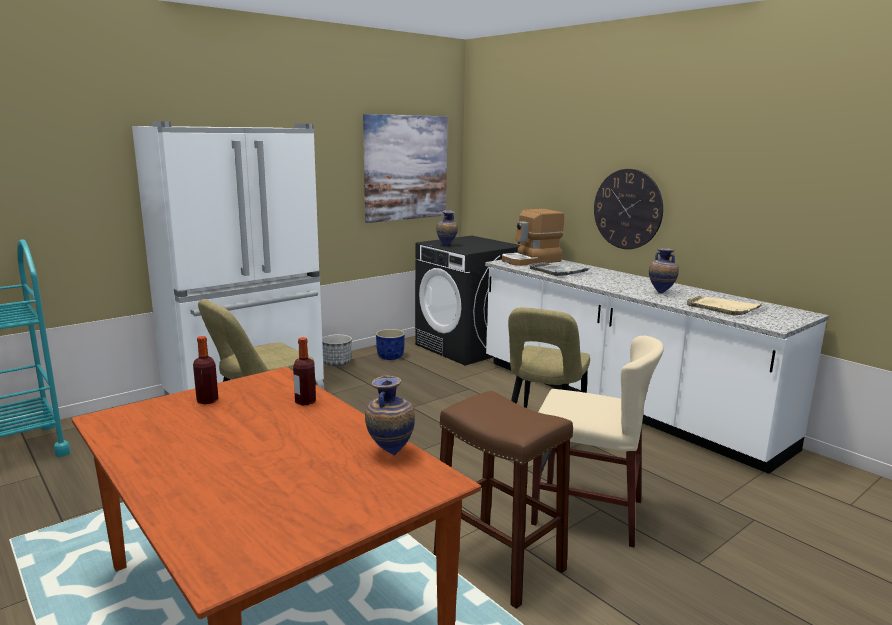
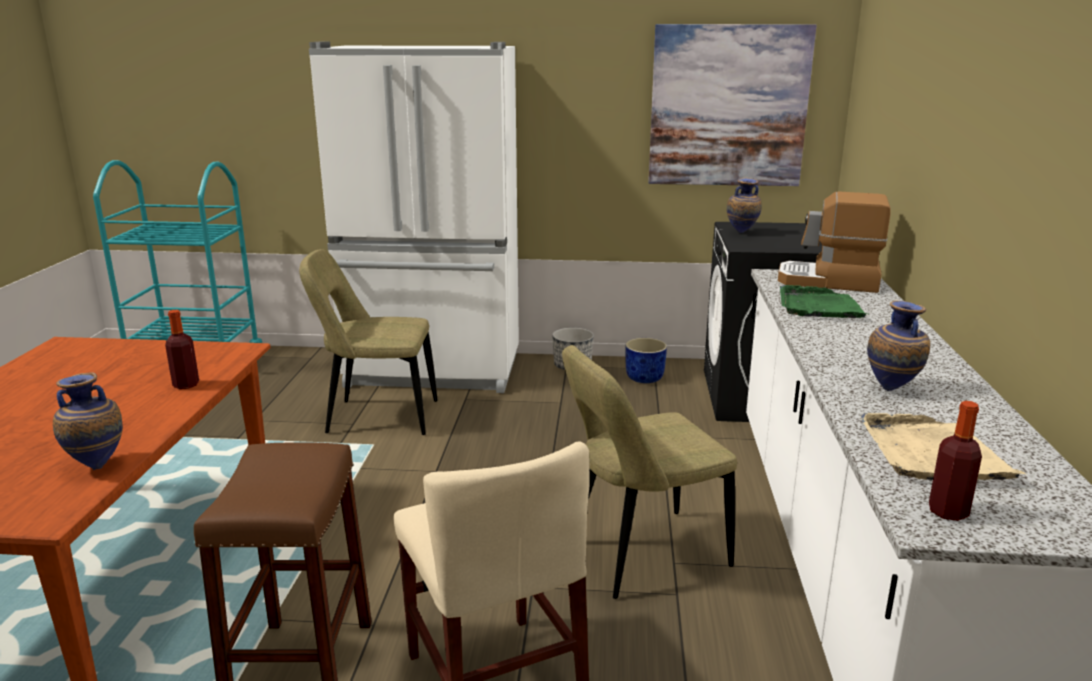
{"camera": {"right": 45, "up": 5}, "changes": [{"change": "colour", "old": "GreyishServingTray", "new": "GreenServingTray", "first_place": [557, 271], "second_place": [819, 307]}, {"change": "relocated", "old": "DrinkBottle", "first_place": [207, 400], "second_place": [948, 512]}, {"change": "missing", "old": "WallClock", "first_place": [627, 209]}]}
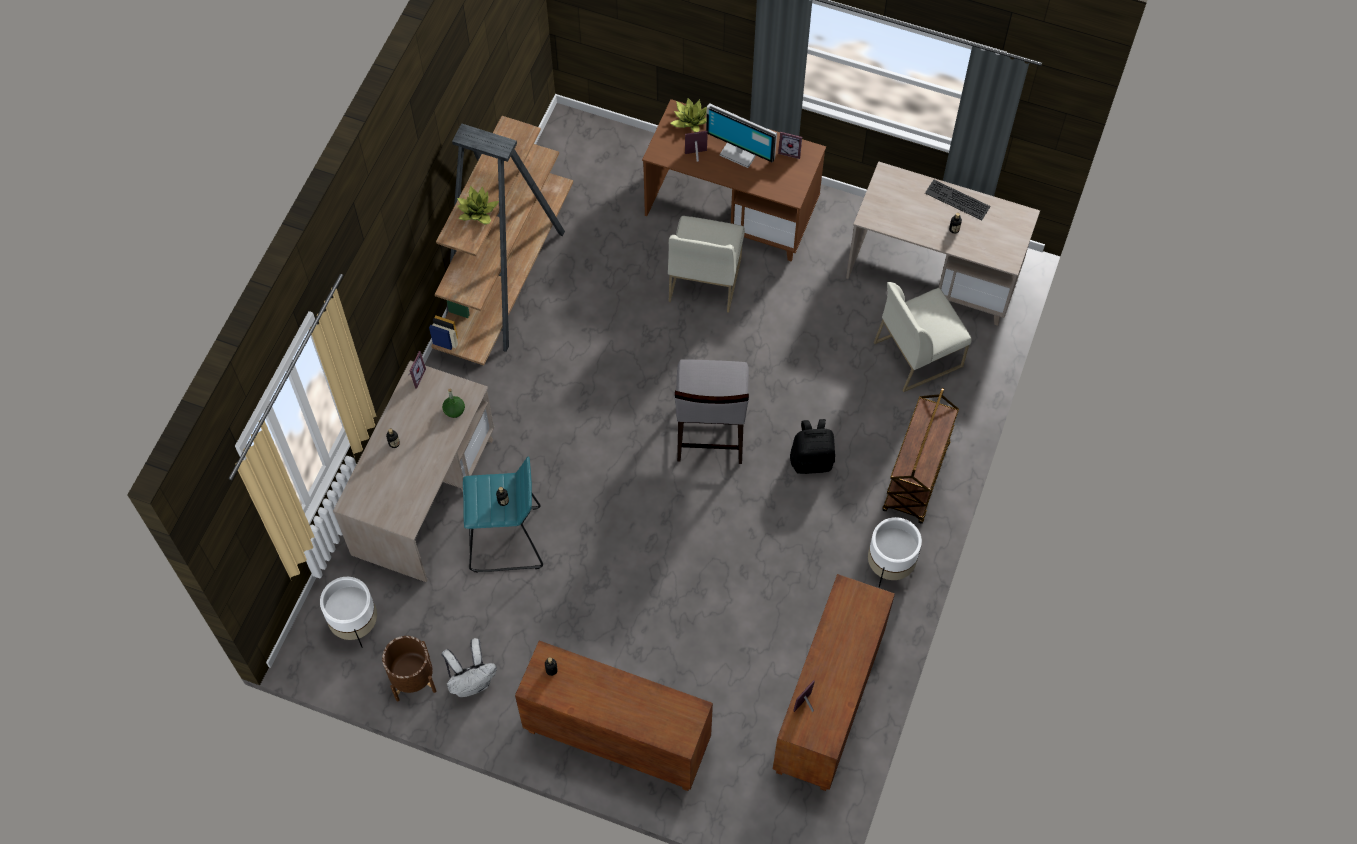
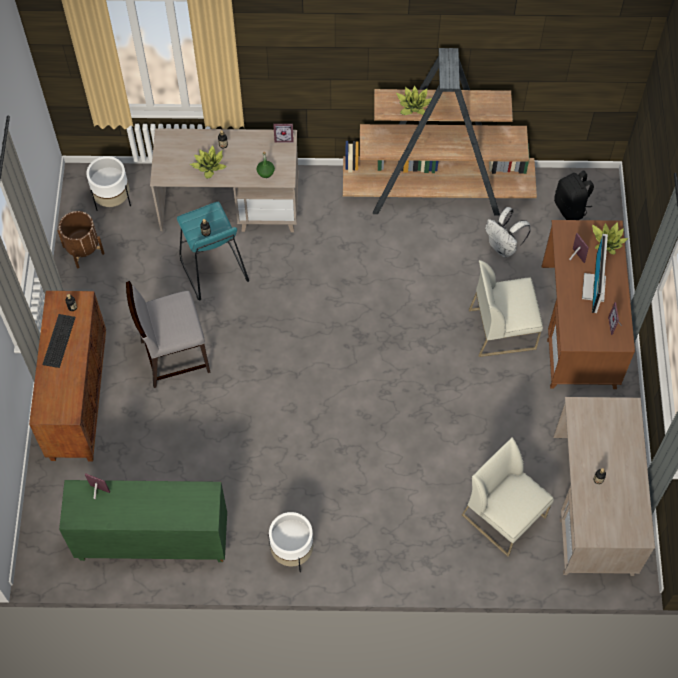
{"camera": {"right": 70, "up": 0}, "changes": [{"change": "relocated", "old": "PcKeyboard", "first_place": [956, 200], "second_place": [58, 340]}, {"change": "colour", "old": "BrownishStorageCabinet", "new": "GreenStorageCabinet", "first_place": [828, 706], "second_place": [152, 541]}, {"change": "relocated", "old": "GreyishChair", "first_place": [710, 433], "second_place": [174, 356]}, {"change": "appeared", "new": "PlantInAPot", "second_place": [209, 167]}, {"change": "relocated", "old": "WhitishKnapsack", "first_place": [472, 682], "second_place": [504, 247]}, {"change": "relocated", "old": "BlackColouredKnapsack", "first_place": [812, 460], "second_place": [571, 208]}, {"change": "missing", "old": "BrownishTrolley", "first_place": [916, 478]}]}
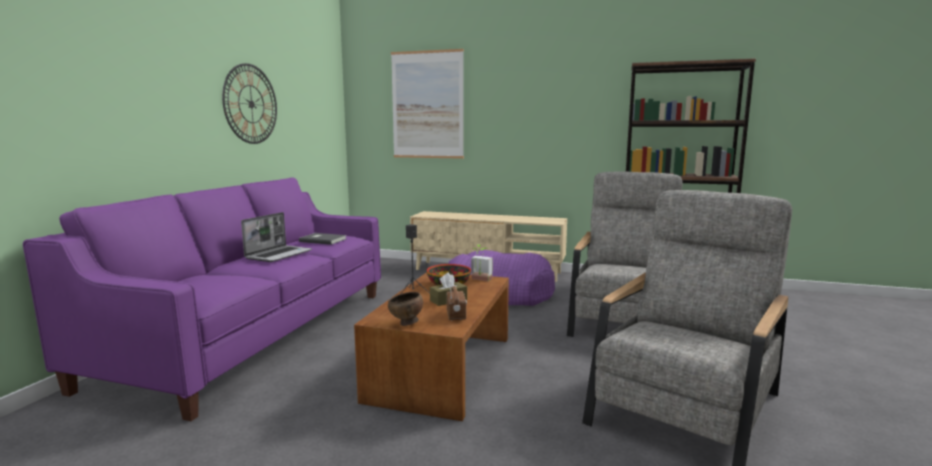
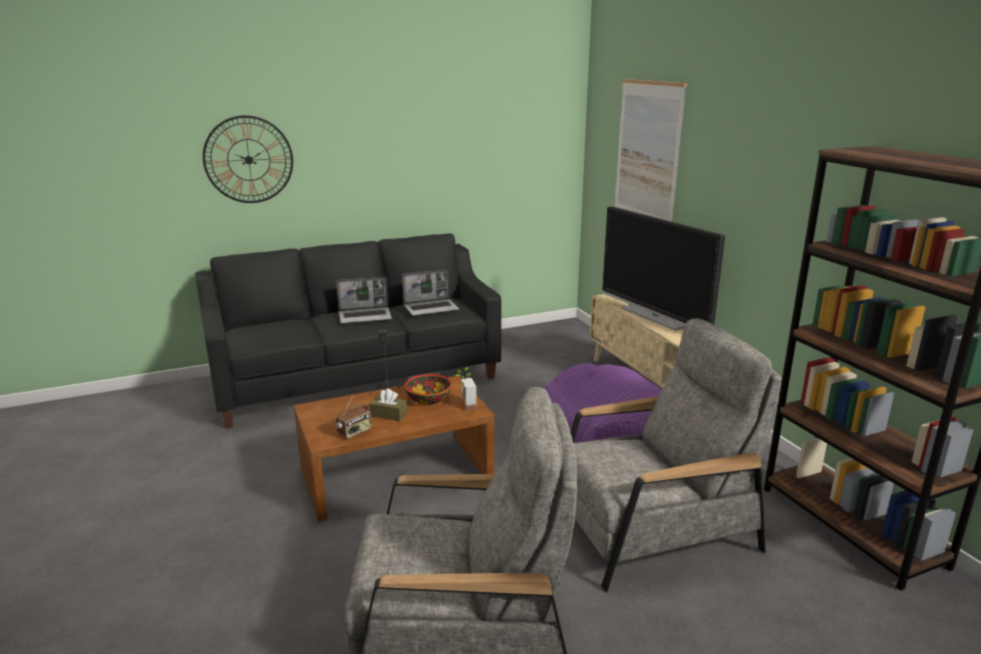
{"camera": {"right": 50, "up": 10}, "changes": [{"change": "colour", "old": "PurplishSettee", "new": "BlackColouredSettee", "first_place": [255, 334], "second_place": [357, 378]}, {"change": "relocated", "old": "WallClock", "first_place": [251, 104], "second_place": [249, 160]}, {"change": "exchanged", "old": "GreyishBook", "new": "Laptop", "first_place": [323, 240], "second_place": [431, 308]}, {"change": "appeared", "new": "Tv", "second_place": [655, 316]}, {"change": "missing", "old": "BrownishServingBowl", "first_place": [406, 324]}]}
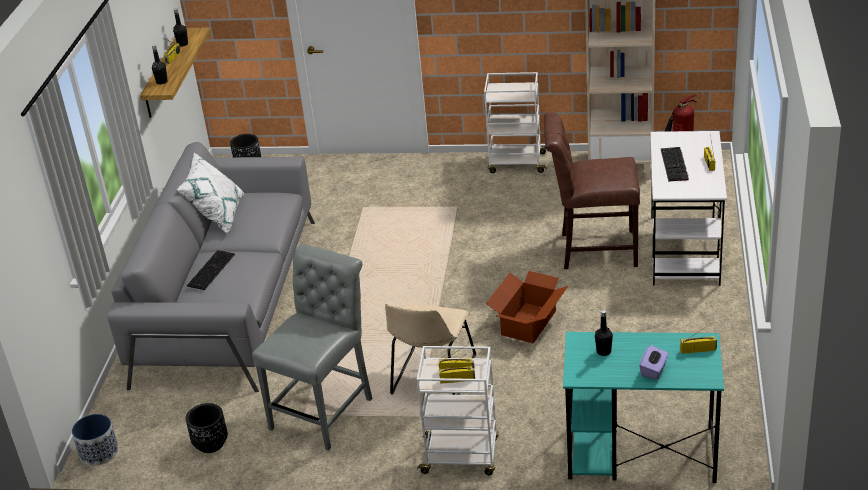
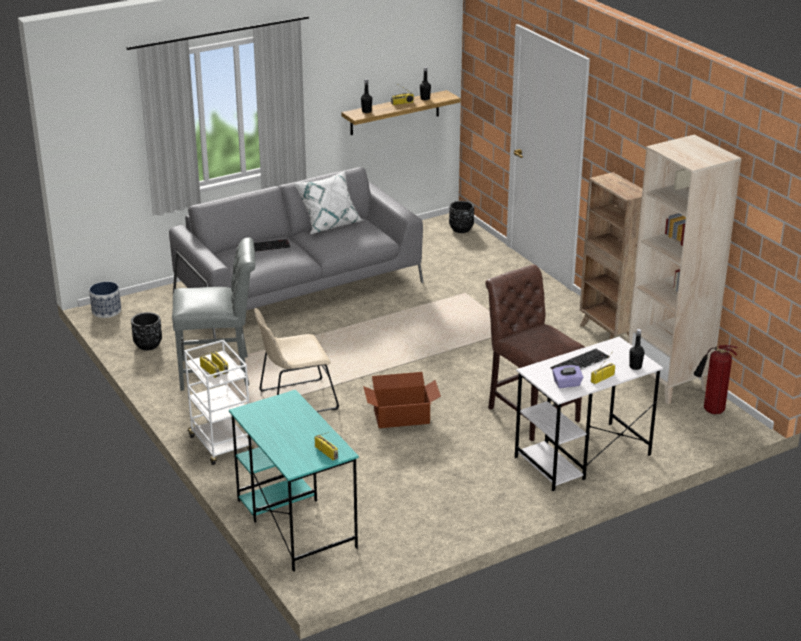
{"camera": {"right": 50, "up": -5}, "changes": [{"change": "relocated", "old": "PurplishTissueHolder", "first_place": [654, 370], "second_place": [567, 384]}, {"change": "exchanged", "old": "WhitishTrolley", "new": "BrownishShelvingUnit", "first_place": [516, 163], "second_place": [607, 333]}, {"change": "relocated", "old": "BlackColouredDrinkBottle", "first_place": [603, 351], "second_place": [635, 367]}]}
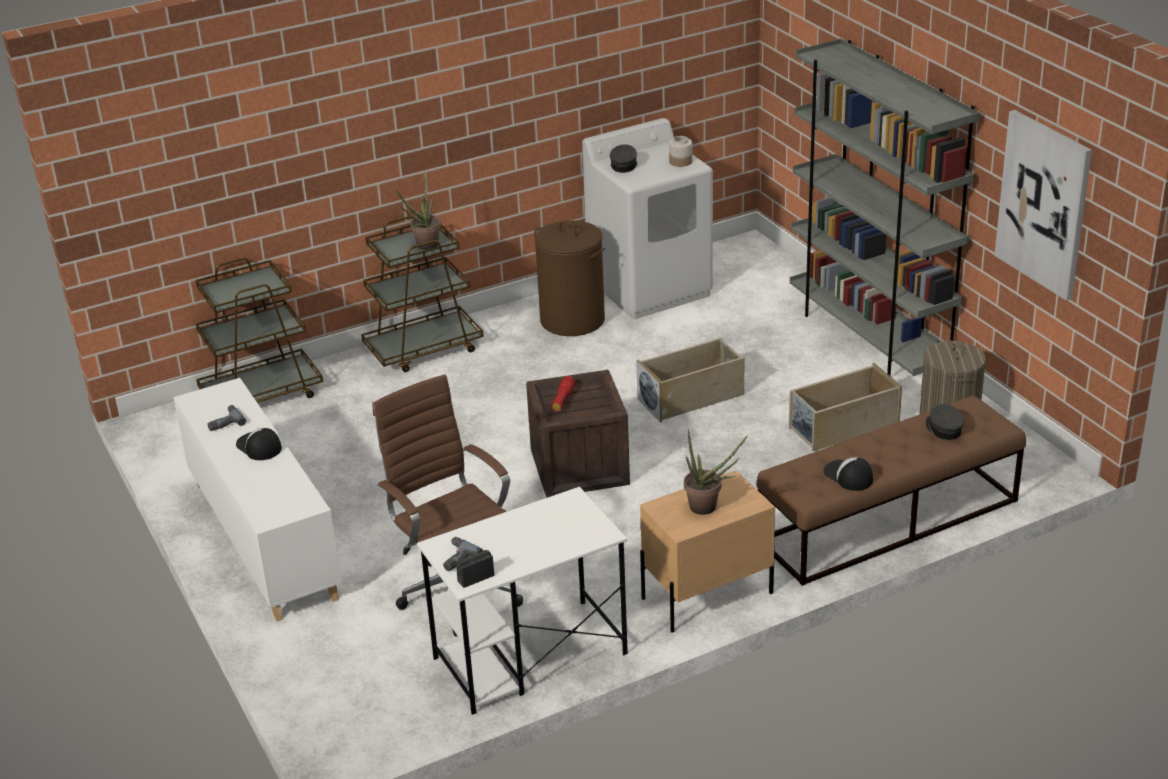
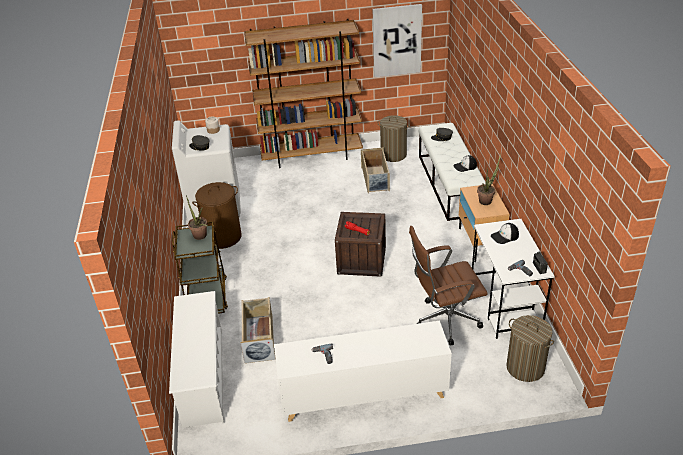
{"camera": {"right": -70, "up": 5}, "changes": [{"change": "exchanged", "old": "BrownishTrolley", "new": "WhitishShoeStand", "first_place": [262, 394], "second_place": [203, 377]}, {"change": "relocated", "old": "SandColouredStorageBin", "first_place": [691, 397], "second_place": [259, 338]}, {"change": "colour", "old": "GreyishShelvingUnit", "new": "BrownishShelvingUnit", "first_place": [869, 339], "second_place": [312, 156]}, {"change": "colour", "old": "BrownishIndoorBench", "new": "WhitishIndoorBench", "first_place": [887, 521], "second_place": [449, 185]}, {"change": "relocated", "old": "Cap", "first_place": [258, 447], "second_place": [505, 236]}, {"change": "appeared", "new": "WashingBasket", "second_place": [525, 367]}]}
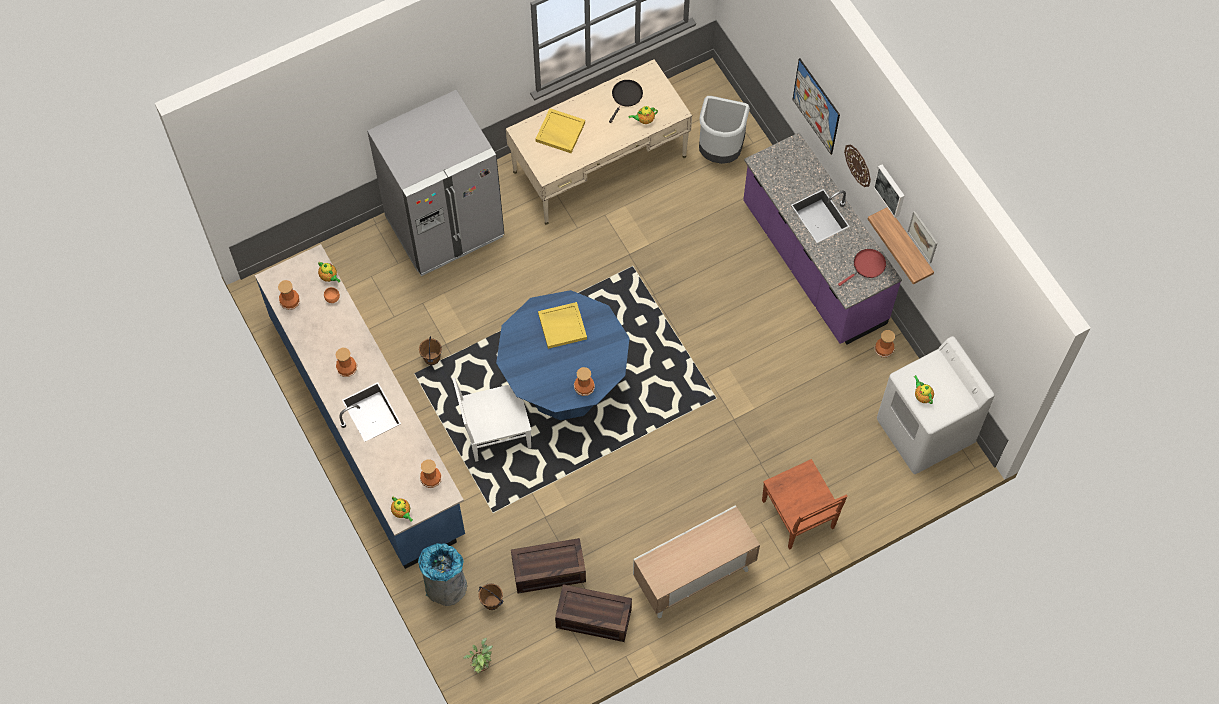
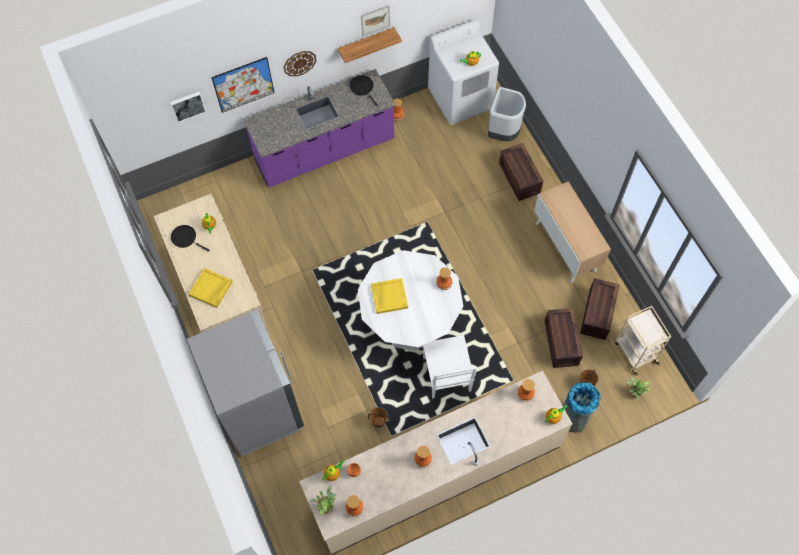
{"camera": {"right": -85, "up": 0}, "changes": [{"change": "relocated", "old": "WallPicture", "first_place": [890, 190], "second_place": [187, 105]}, {"change": "colour", "old": "BlueKitchenCounter", "new": "SandColouredKitchenCounter", "first_place": [368, 425], "second_place": [435, 474]}, {"change": "appeared", "new": "PlantInAPot", "second_place": [326, 506]}, {"change": "colour", "old": "ReddishPan", "new": "BlackColouredPan", "first_place": [867, 266], "second_place": [362, 88]}, {"change": "colour", "old": "BlueDinnerTable", "new": "WhitishDinnerTable", "first_place": [565, 385], "second_place": [410, 323]}, {"change": "relocated", "old": "GreyishWasteBin", "first_place": [720, 152], "second_place": [503, 133]}, {"change": "exchanged", "old": "BrownishChair", "new": "Crate", "first_place": [798, 516], "second_place": [520, 178]}, {"change": "appeared", "new": "SandColouredTrolley", "second_place": [635, 352]}]}
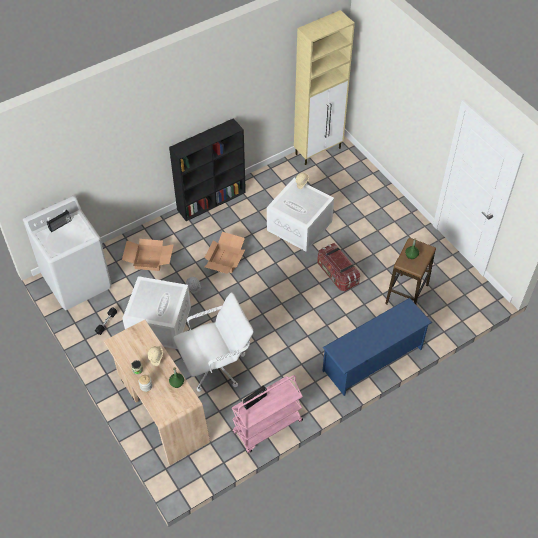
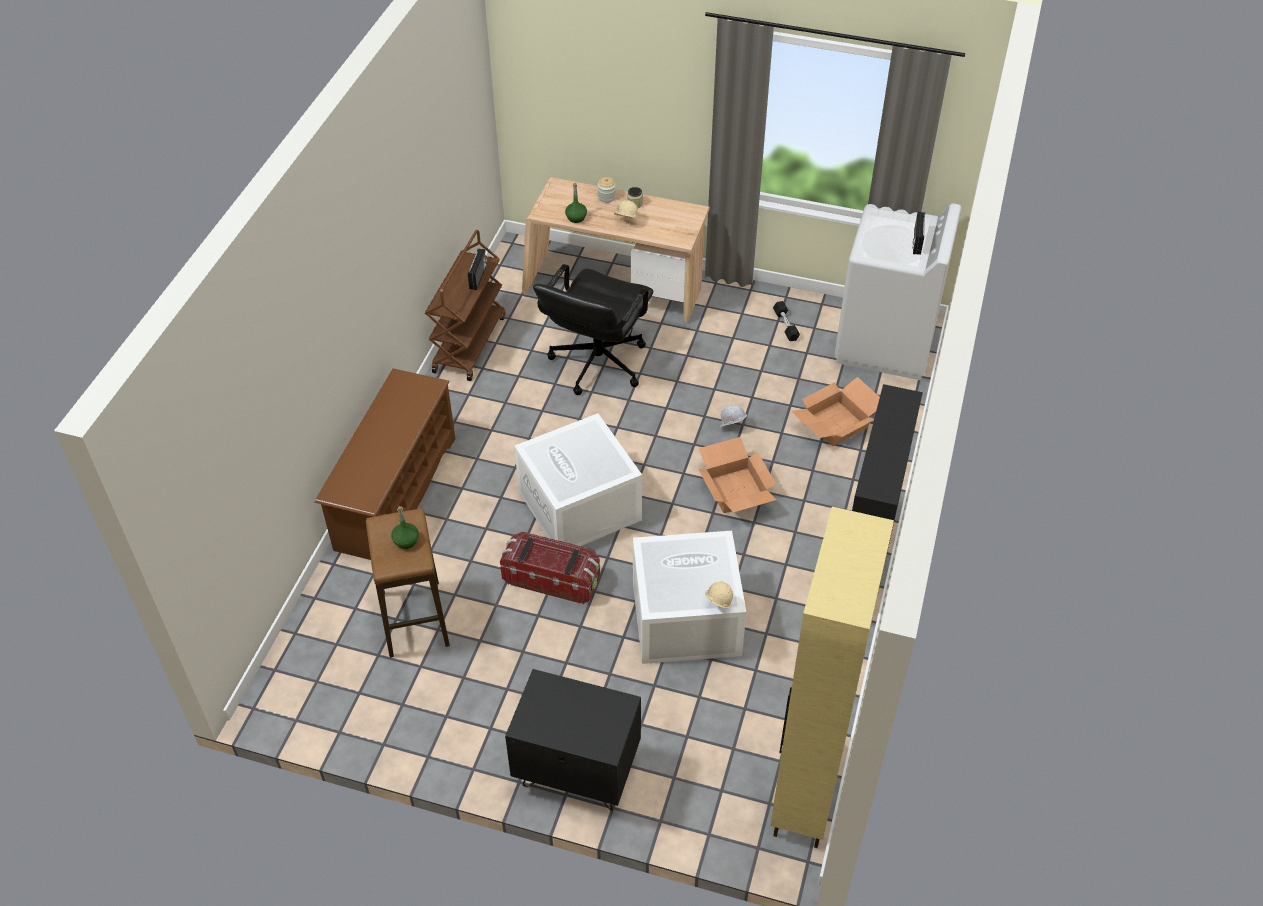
{"camera": {"right": 140, "up": -5}, "changes": [{"change": "colour", "old": "BlueShoeStand", "new": "BrownishShoeStand", "first_place": [373, 360], "second_place": [395, 493]}, {"change": "colour", "old": "PinkColouredTrolley", "new": "BrownishTrolley", "first_place": [267, 427], "second_place": [469, 343]}, {"change": "appeared", "new": "BlackColouredNightTable", "second_place": [576, 772]}, {"change": "relocated", "old": "WhitishStorageBin", "first_place": [159, 322], "second_place": [581, 506]}, {"change": "colour", "old": "WhitishDeskChair", "new": "BlackColouredDeskChair", "first_place": [216, 367], "second_place": [597, 363]}]}
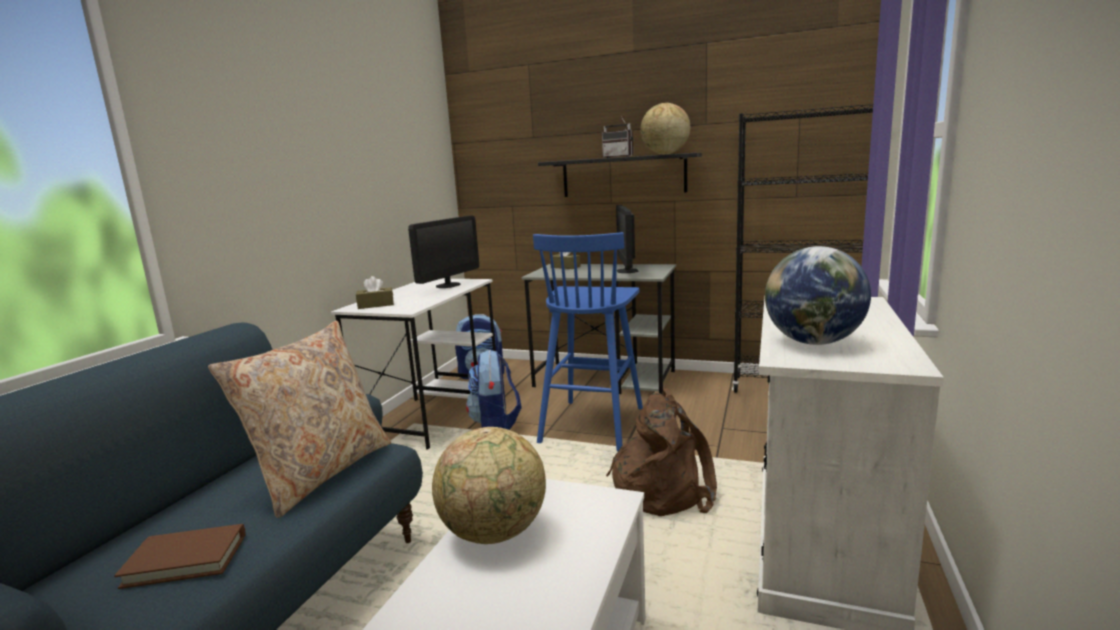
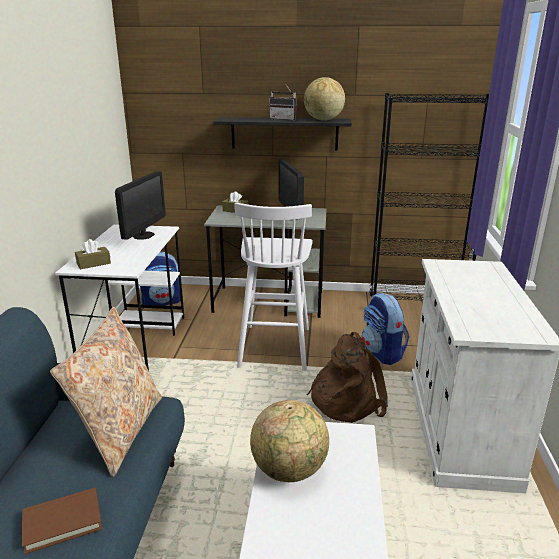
{"camera": {"right": -15, "up": 10}, "changes": [{"change": "colour", "old": "BlueSittingStool", "new": "WhitishSittingStool", "first_place": [593, 424], "second_place": [275, 346]}, {"change": "relocated", "old": "Knapsack", "first_place": [496, 426], "second_place": [382, 353]}, {"change": "missing", "old": "DeskGlobe", "first_place": [813, 342]}]}
